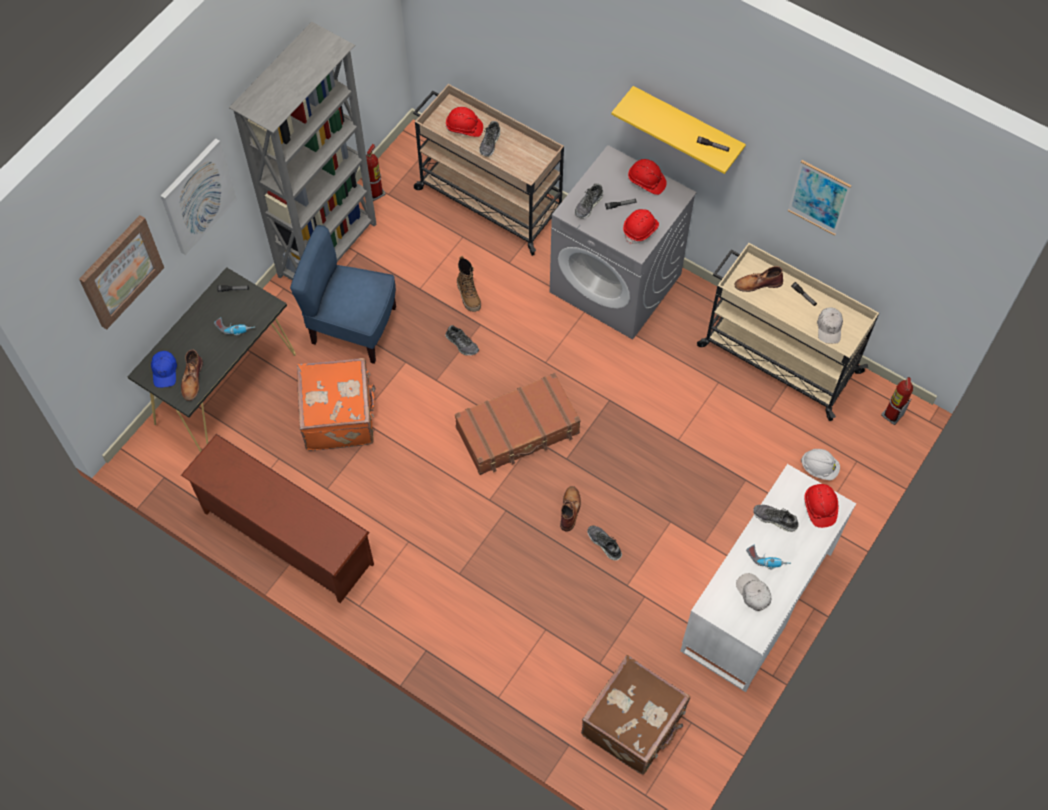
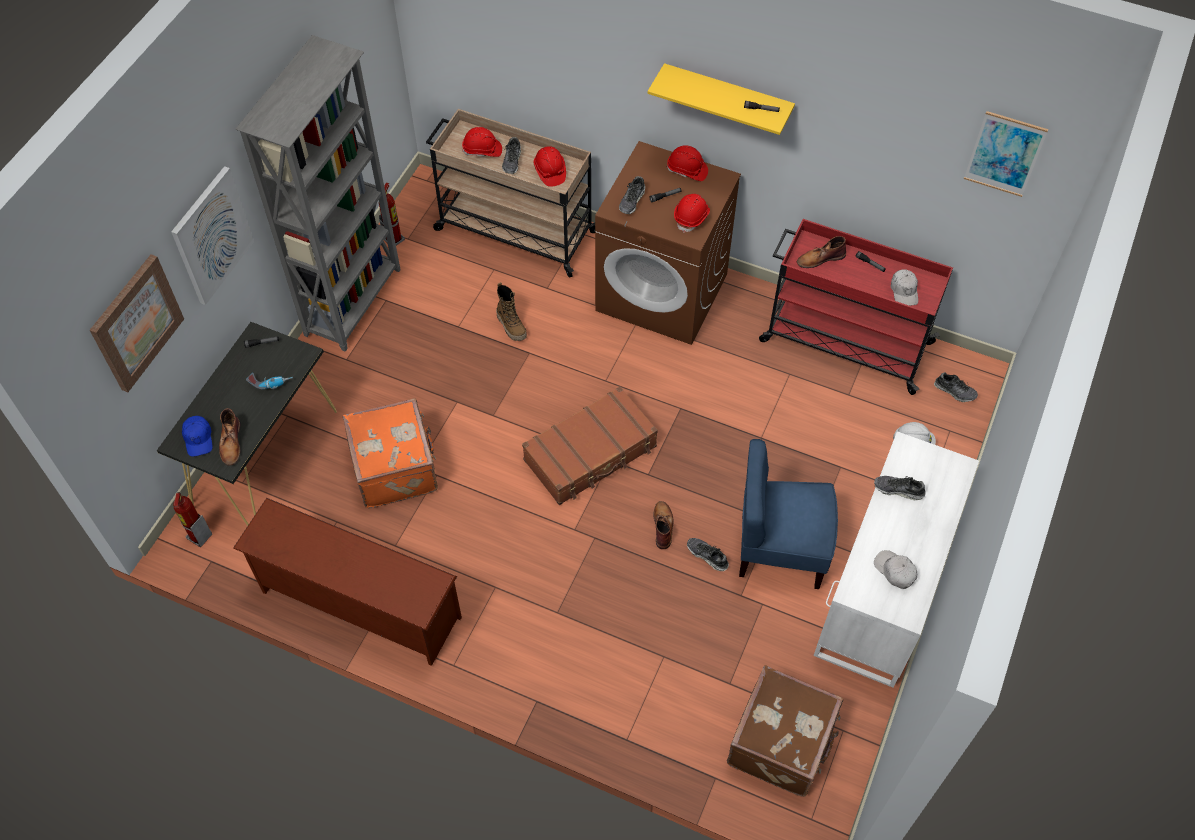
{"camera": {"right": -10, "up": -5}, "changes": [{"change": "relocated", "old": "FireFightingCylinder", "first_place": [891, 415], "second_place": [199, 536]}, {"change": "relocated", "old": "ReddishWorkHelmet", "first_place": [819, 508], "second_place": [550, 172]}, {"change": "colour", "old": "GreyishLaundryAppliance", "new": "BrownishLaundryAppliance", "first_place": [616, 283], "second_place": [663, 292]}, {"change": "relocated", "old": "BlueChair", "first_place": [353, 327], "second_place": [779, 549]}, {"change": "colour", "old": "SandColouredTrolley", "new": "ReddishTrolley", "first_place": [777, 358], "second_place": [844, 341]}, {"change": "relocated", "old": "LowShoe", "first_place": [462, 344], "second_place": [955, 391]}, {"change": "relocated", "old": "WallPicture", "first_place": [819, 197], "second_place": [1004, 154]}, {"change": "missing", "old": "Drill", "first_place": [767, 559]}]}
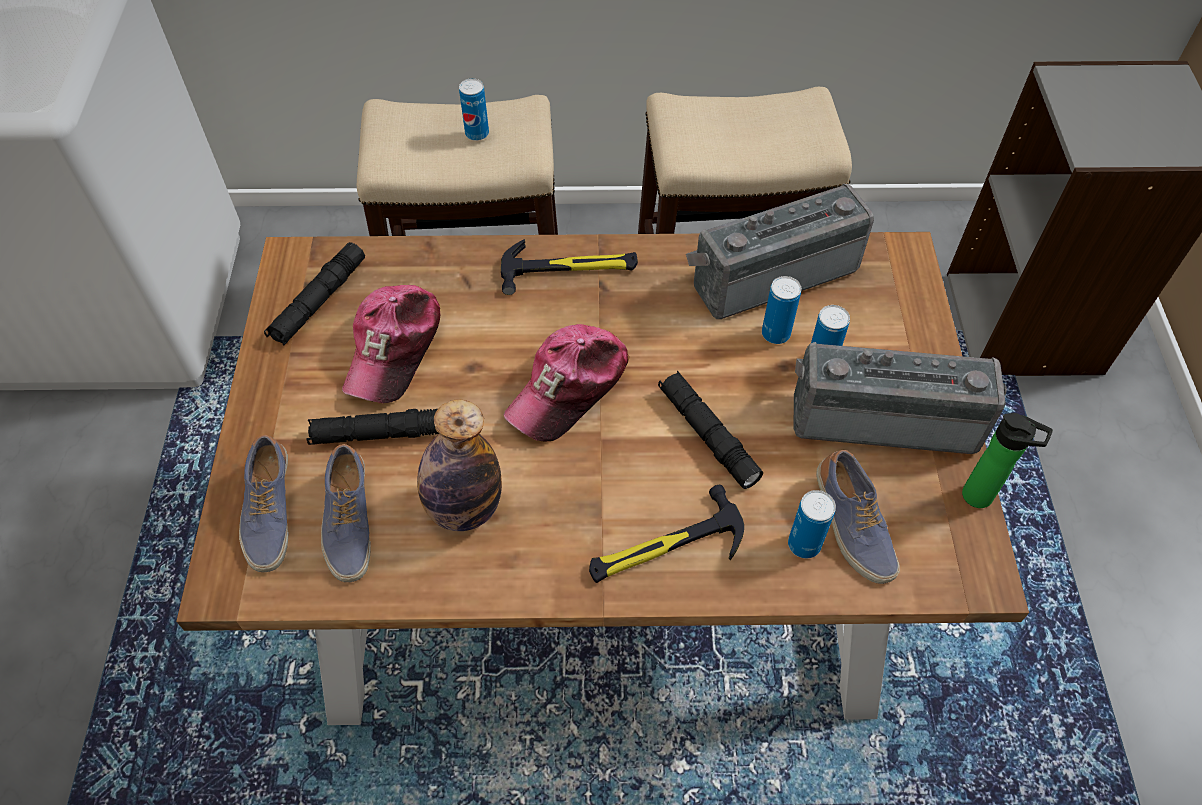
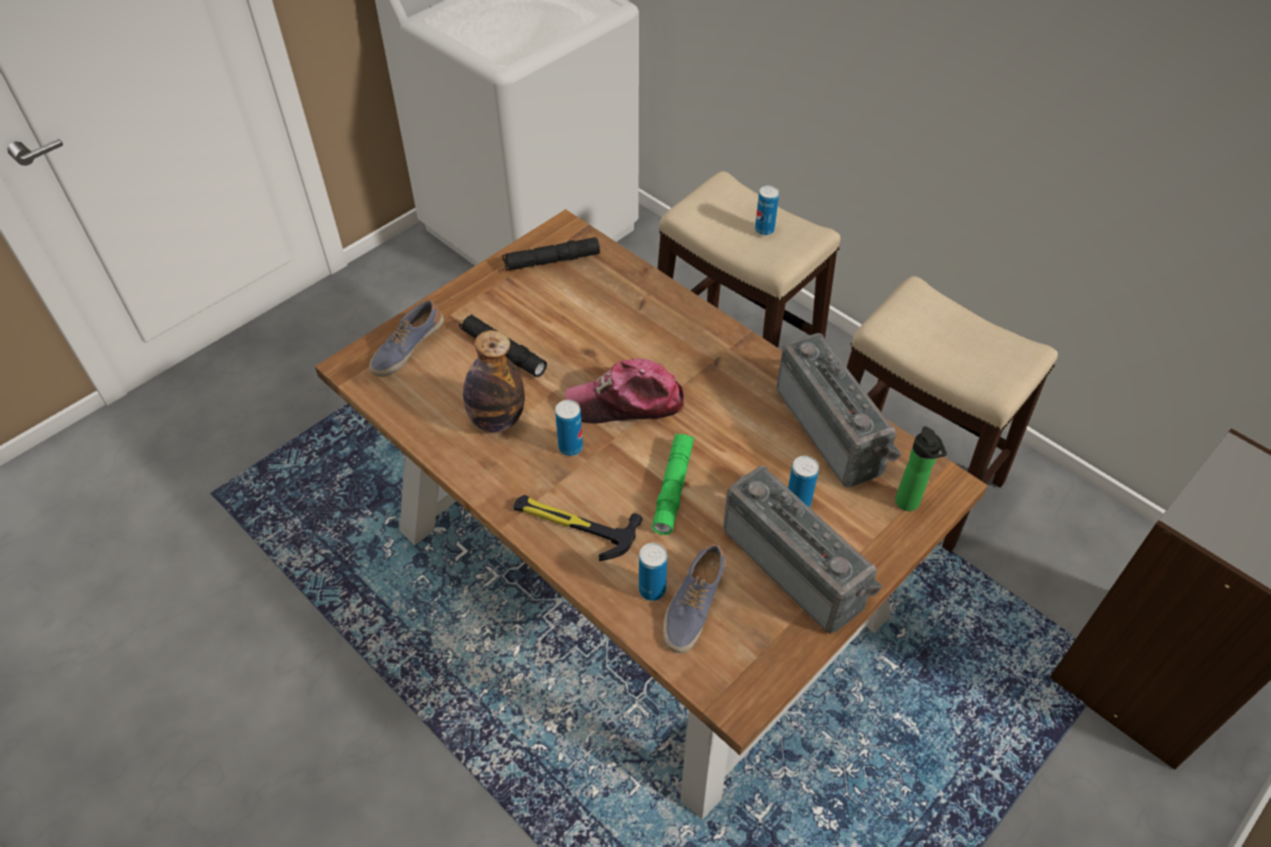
{"camera": {"right": 45, "up": -5}, "changes": [{"change": "relocated", "old": "SealedCan", "first_place": [775, 334], "second_place": [570, 447]}, {"change": "colour", "old": "BlackColouredHandTorch", "new": "GreenHandTorch", "first_place": [708, 435], "second_place": [673, 487]}, {"change": "spun", "old": "RadioSet", "first_place": [771, 273], "second_place": [835, 429], "degrees": 45}, {"change": "relocated", "old": "DrinkBottle", "first_place": [982, 497], "second_place": [909, 505]}, {"change": "missing", "old": "LowShoe", "first_place": [348, 522]}, {"change": "missing", "old": "Cap", "first_place": [394, 349]}, {"change": "missing", "old": "ToolHammer", "first_place": [569, 268]}]}
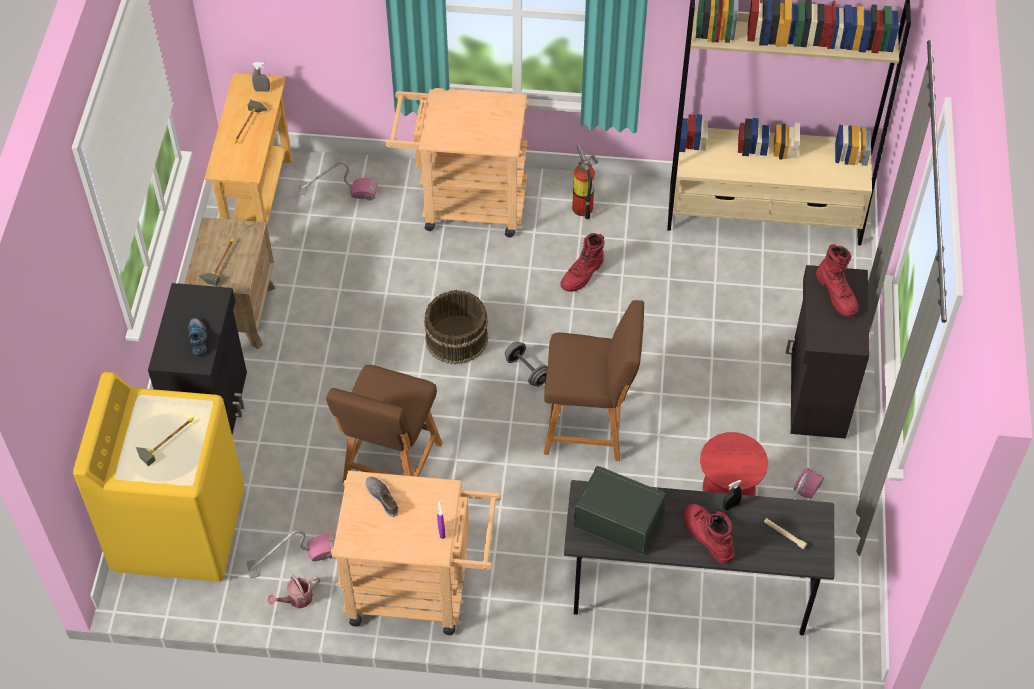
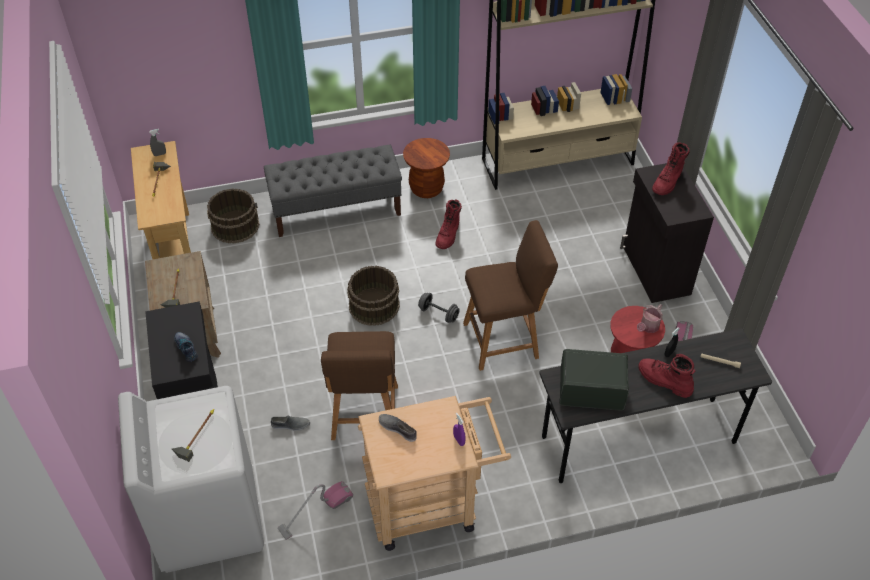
{"camera": {"right": -20, "up": -5}, "changes": [{"change": "colour", "old": "YellowishLaundryAppliance", "new": "WhitishLaundryAppliance", "first_place": [179, 529], "second_place": [208, 518]}, {"change": "exchanged", "old": "Hoover", "new": "BrownishPail", "first_place": [338, 191], "second_place": [235, 225]}, {"change": "exchanged", "old": "SandColouredTrolley", "new": "GreyishIndoorBench", "first_place": [463, 204], "second_place": [336, 210]}, {"change": "appeared", "new": "GreyishLowShoe", "second_place": [290, 425]}, {"change": "exchanged", "old": "FireFightingCylinder", "new": "BrownishSittingStool", "first_place": [583, 205], "second_place": [426, 188]}, {"change": "relocated", "old": "WateringCan", "first_place": [296, 599], "second_place": [648, 327]}, {"change": "spun", "old": "ReddishHighTopBoot", "first_place": [837, 294], "second_place": [668, 182], "degrees": 75}]}
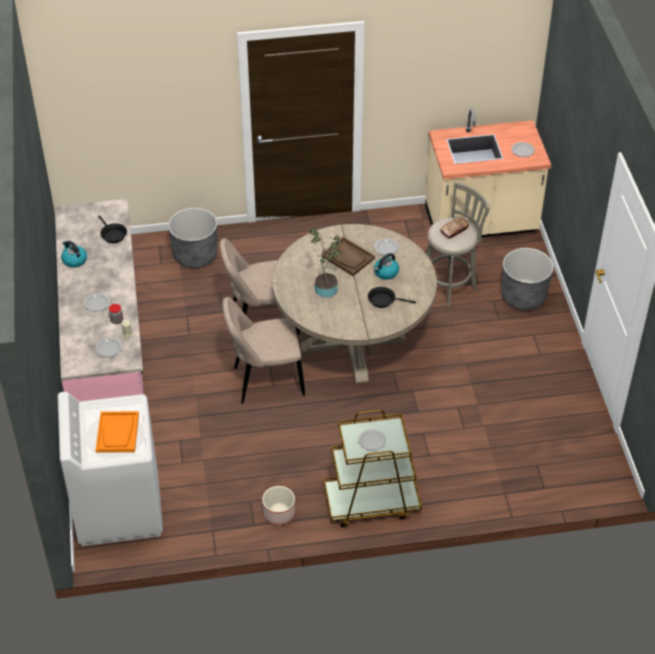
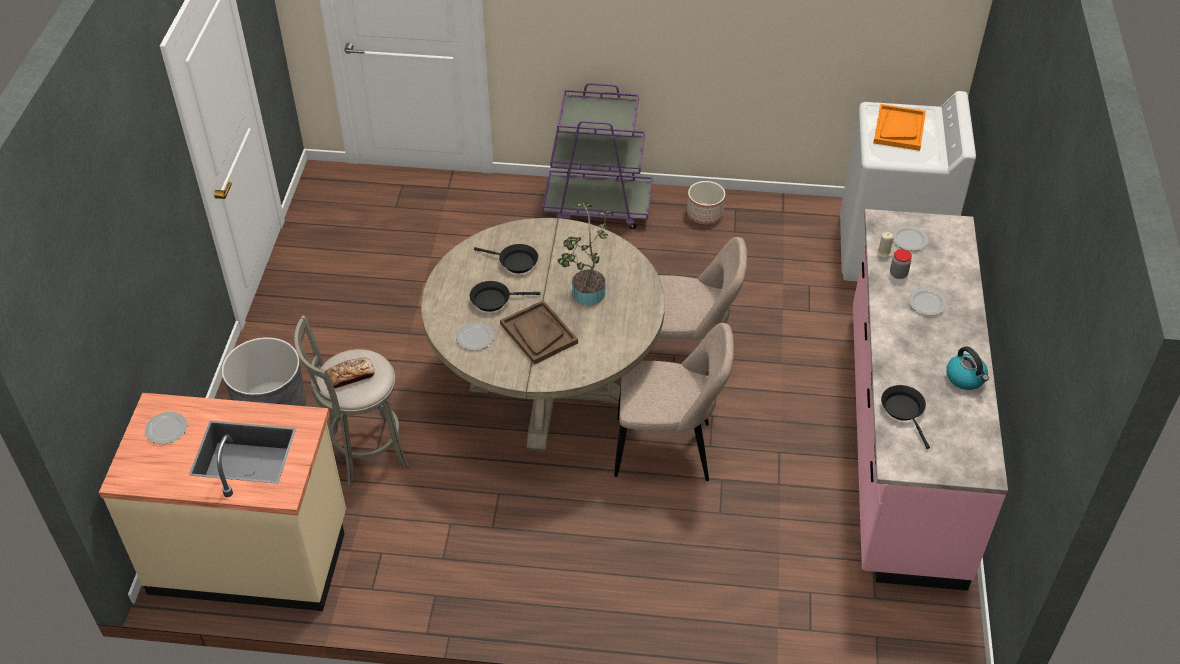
{"camera": {"right": -165, "up": 0}, "changes": [{"change": "exchanged", "old": "Kettle", "new": "BlackColouredPan", "first_place": [385, 273], "second_place": [494, 300]}, {"change": "colour", "old": "BrownishTrolley", "new": "PurplishTrolley", "first_place": [371, 502], "second_place": [598, 206]}, {"change": "missing", "old": "GreyishPlantPot", "first_place": [195, 255]}, {"change": "missing", "old": "DinnerPlate", "first_place": [372, 441]}]}
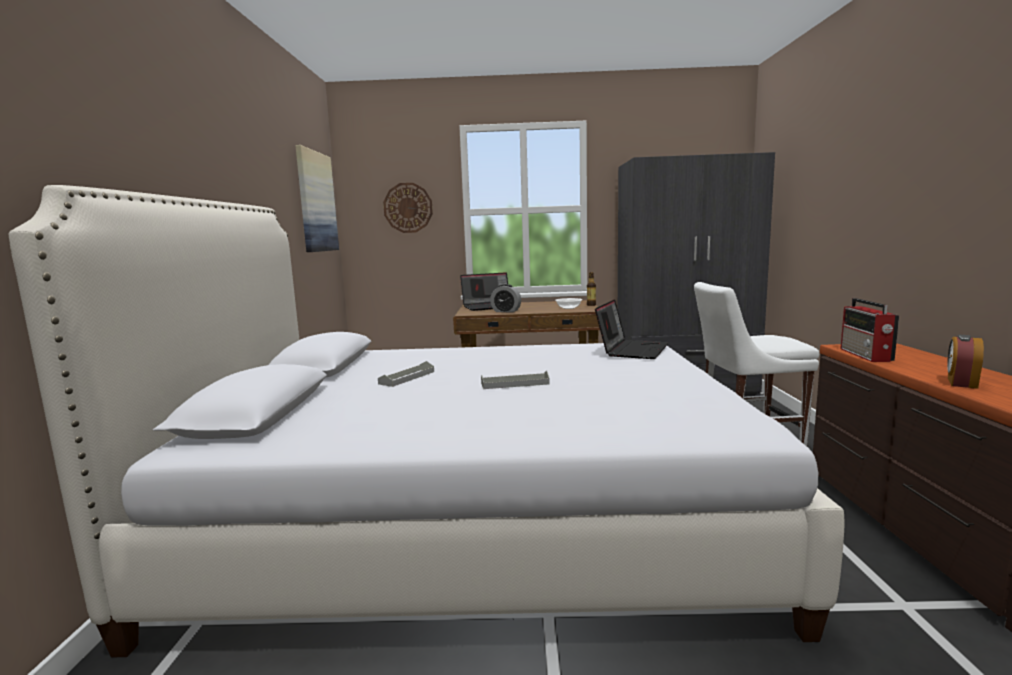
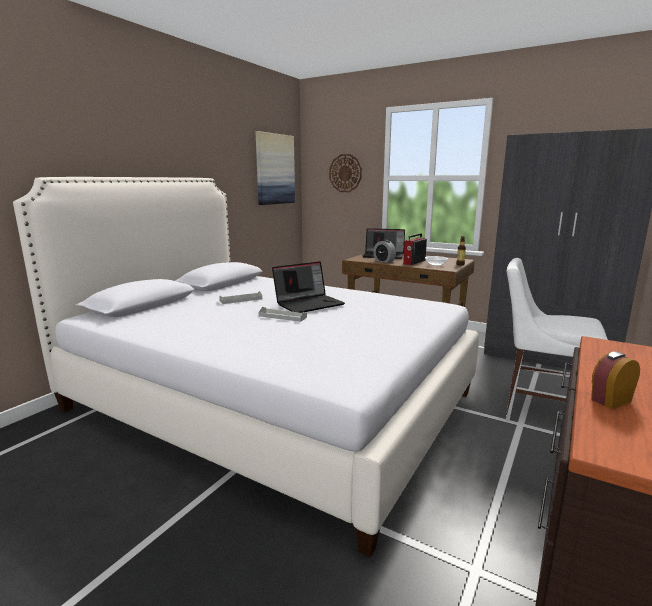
{"camera": {"right": 30, "up": 5}, "changes": [{"change": "relocated", "old": "Laptop", "first_place": [632, 350], "second_place": [309, 303]}, {"change": "relocated", "old": "RadioSet", "first_place": [866, 355], "second_place": [413, 262]}]}
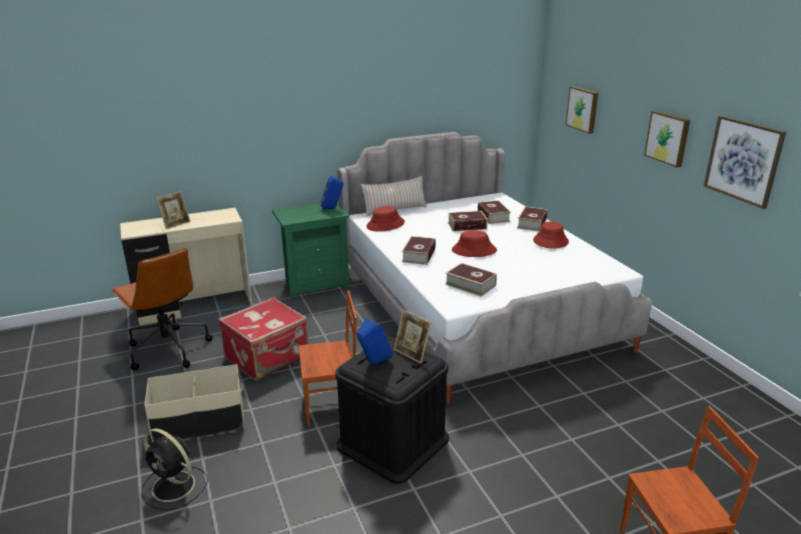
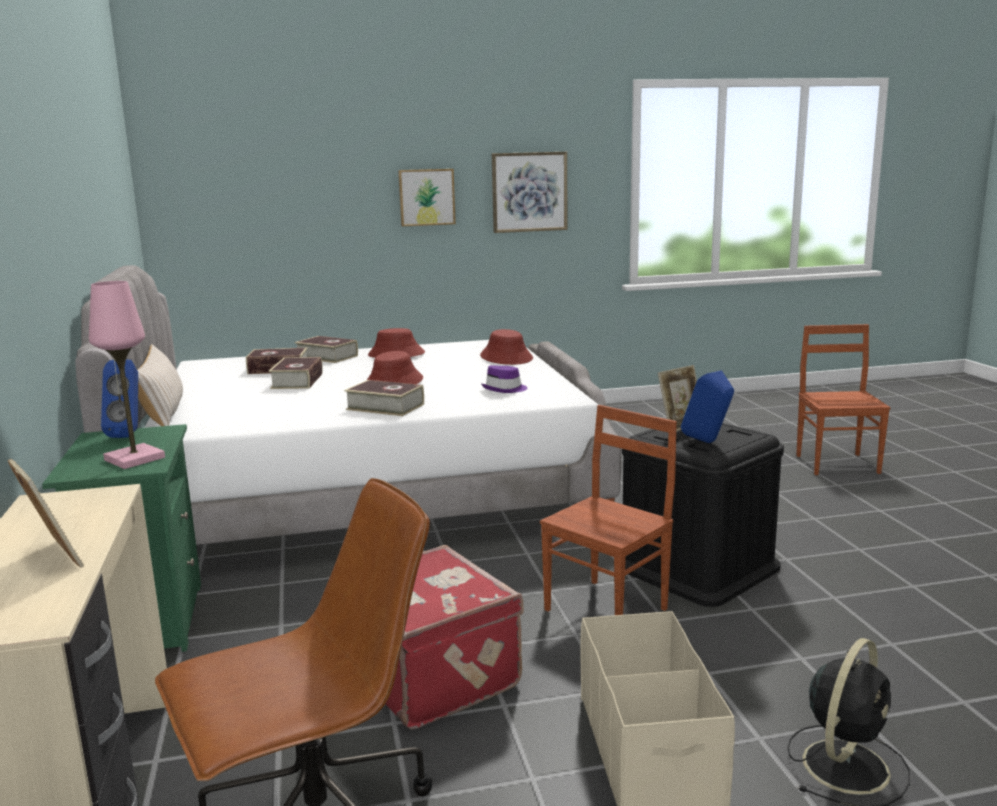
{"camera": {"right": -80, "up": -10}, "changes": [{"change": "appeared", "new": "PinkColouredLampForATable", "second_place": [134, 459]}, {"change": "relocated", "old": "ReddishHat", "first_place": [385, 225], "second_place": [506, 357]}, {"change": "exchanged", "old": "Book", "new": "PurplishHat", "first_place": [470, 285], "second_place": [505, 389]}, {"change": "spun", "old": "BrownishChair", "first_place": [331, 406], "second_place": [608, 609], "degrees": 45}, {"change": "missing", "old": "WallPicture", "first_place": [583, 109]}]}
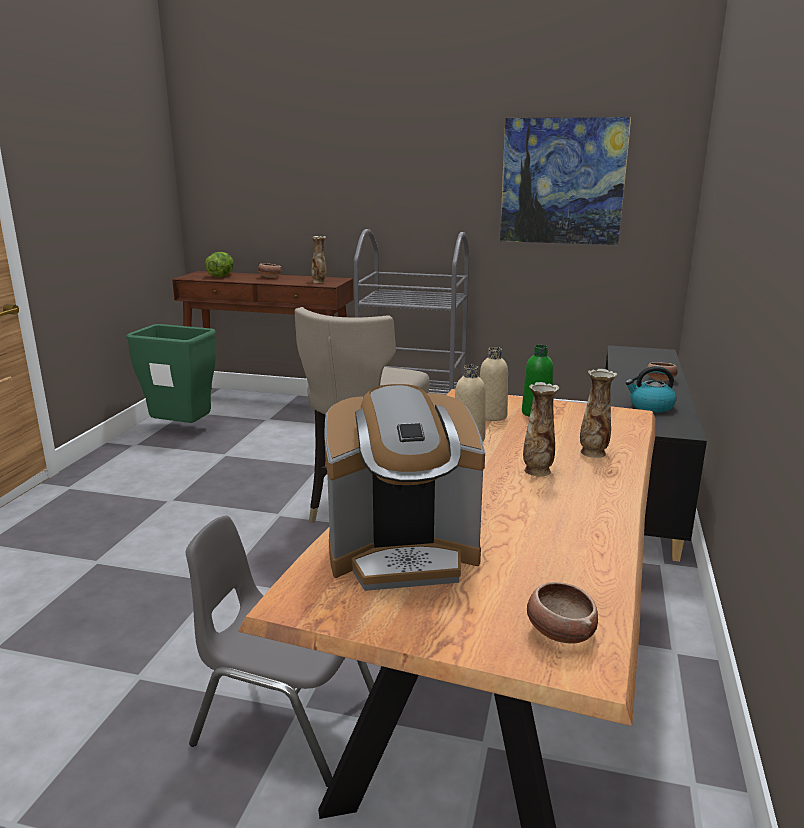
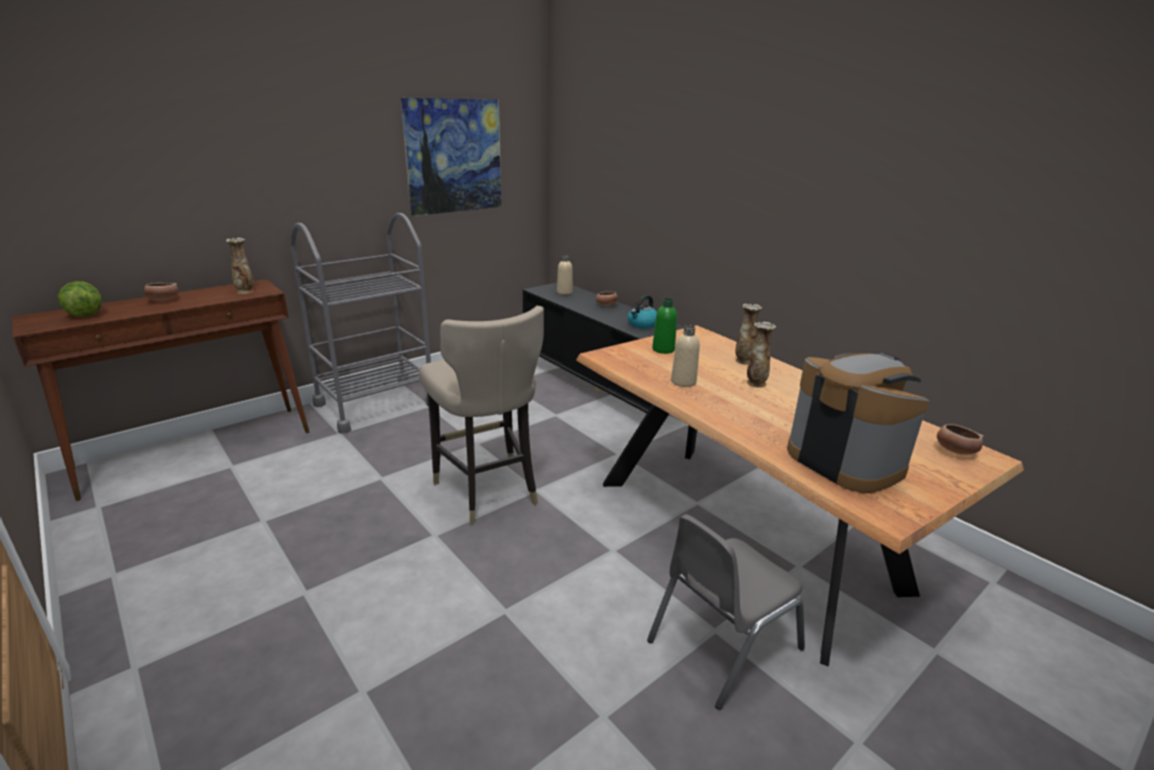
{"camera": {"right": -55, "up": 5}, "changes": [{"change": "relocated", "old": "SandColouredDrinkBottle", "first_place": [492, 416], "second_place": [564, 292]}, {"change": "spun", "old": "CoffeeMachine", "first_place": [403, 554], "second_place": [844, 460], "degrees": -60}, {"change": "missing", "old": "GreenWasteBin", "first_place": [183, 430]}]}
